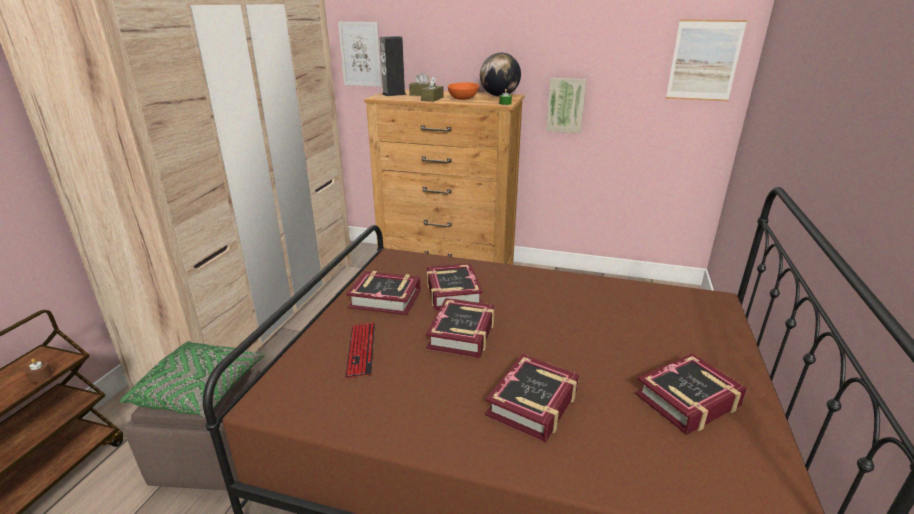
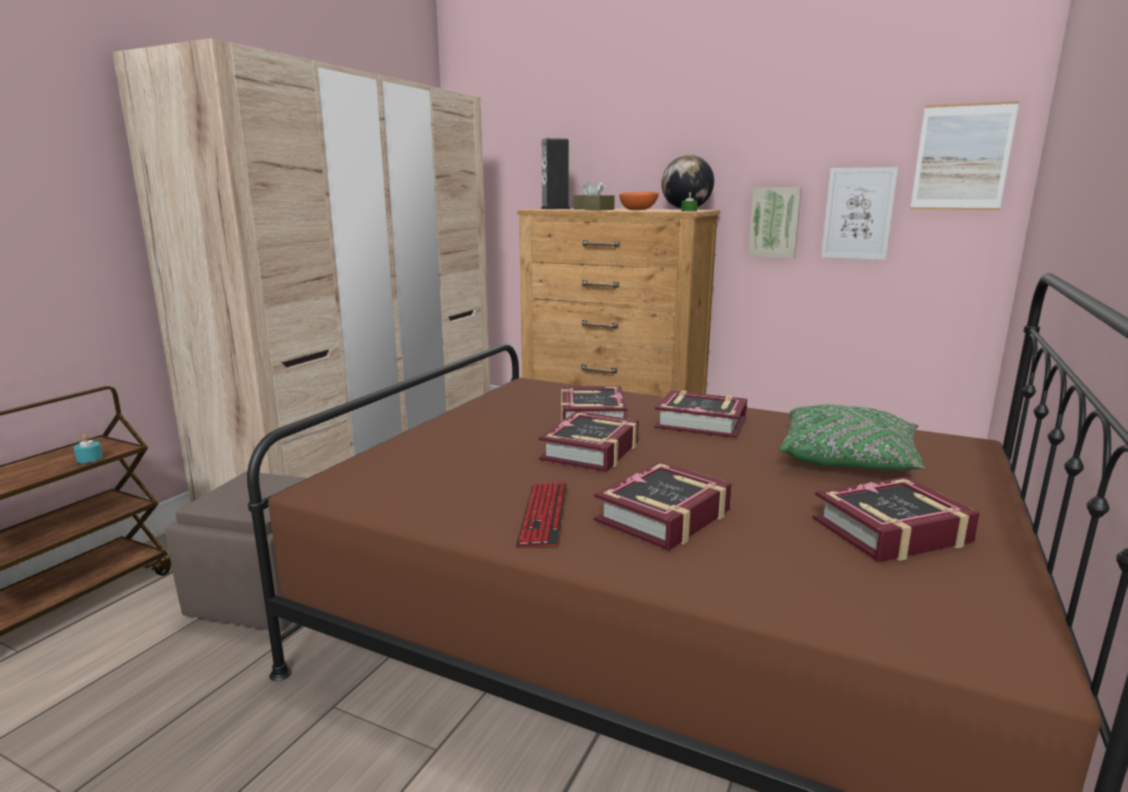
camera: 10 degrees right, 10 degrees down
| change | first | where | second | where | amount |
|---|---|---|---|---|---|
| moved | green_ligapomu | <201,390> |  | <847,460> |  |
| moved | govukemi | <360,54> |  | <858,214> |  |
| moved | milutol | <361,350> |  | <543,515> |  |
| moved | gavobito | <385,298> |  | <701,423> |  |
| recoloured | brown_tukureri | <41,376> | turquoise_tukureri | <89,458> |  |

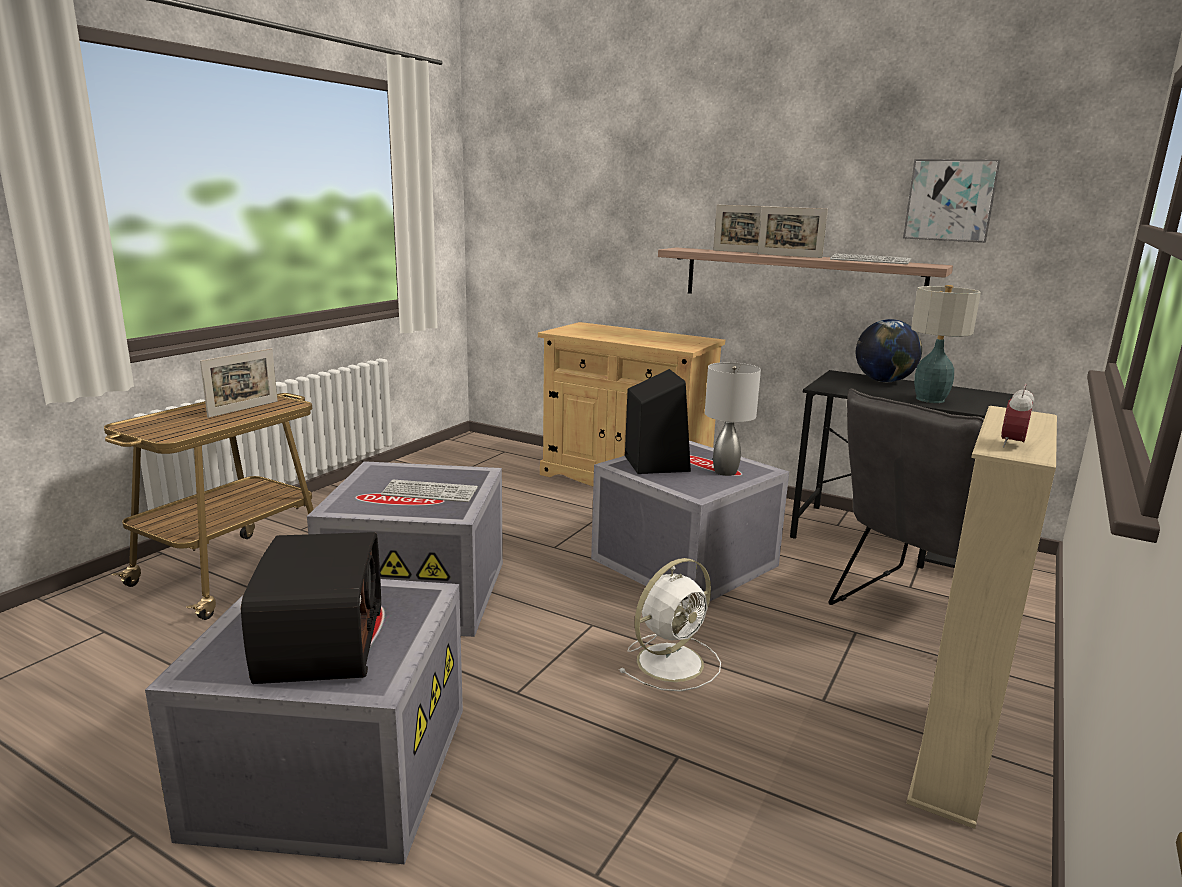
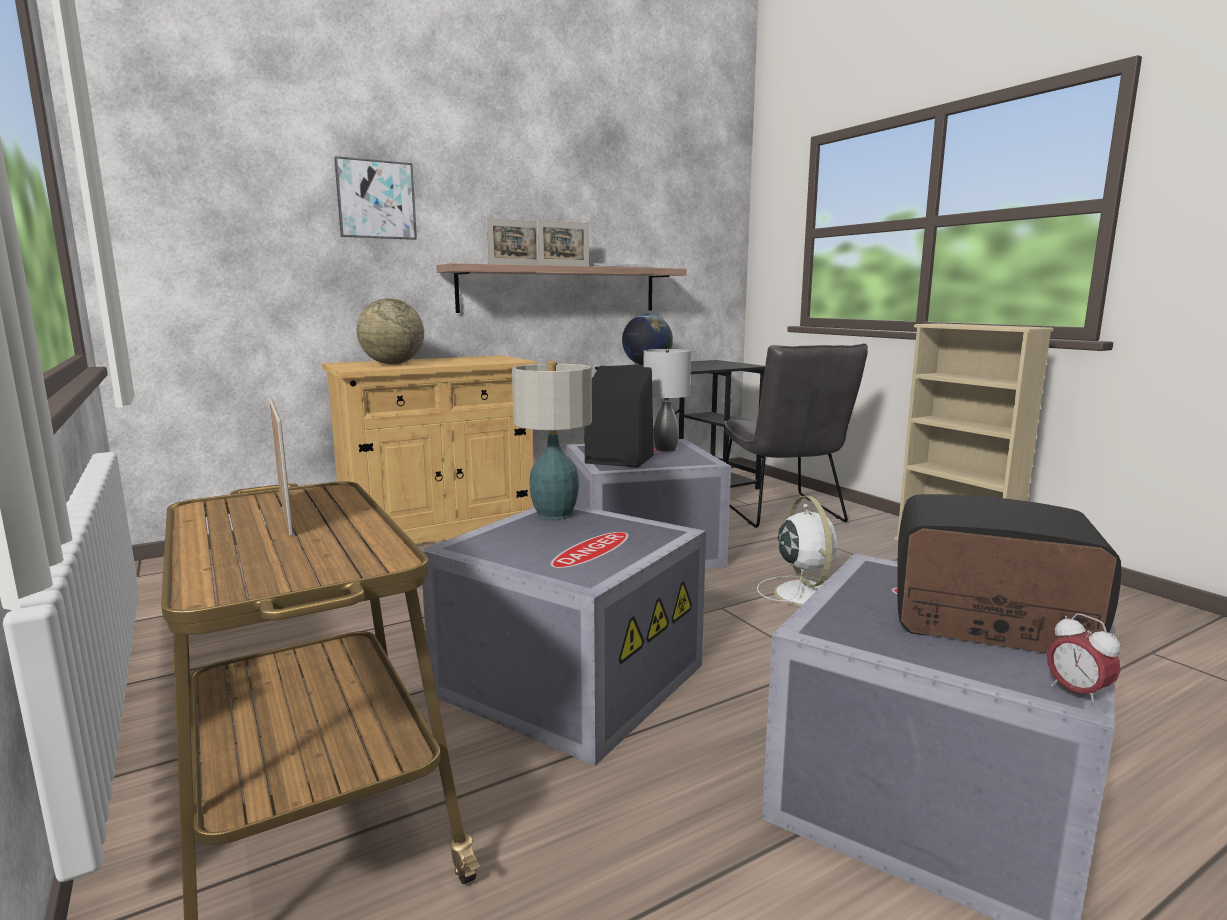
camera: 60 degrees left, 5 degrees down
| change | first | where | second | where | amount |
|---|---|---|---|---|---|
| removed | milutol | <429,493> |  |  |  |
| added |  |  | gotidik | <392,364> |  |
| moved | govukemi | <950,200> |  | <376,200> |  |
| moved | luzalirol | <930,399> |  | <554,514> |  |
| moved | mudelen | <1012,444> |  | <1077,693> |  |

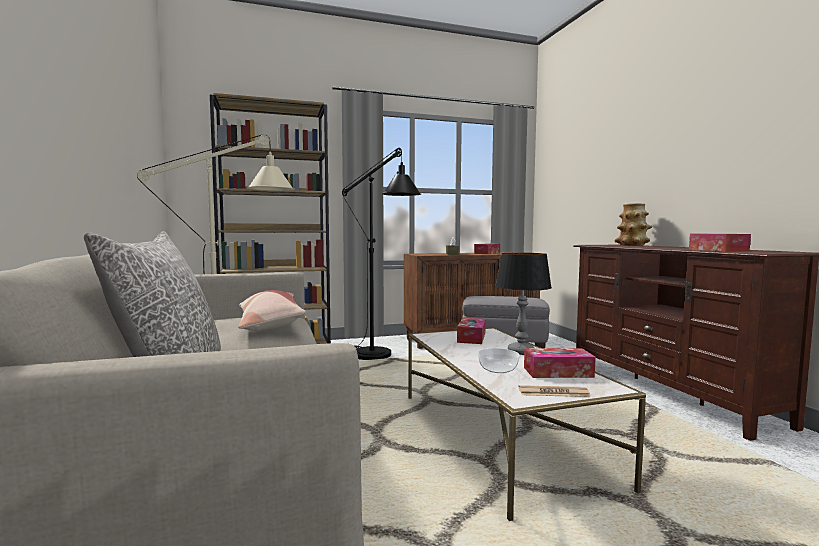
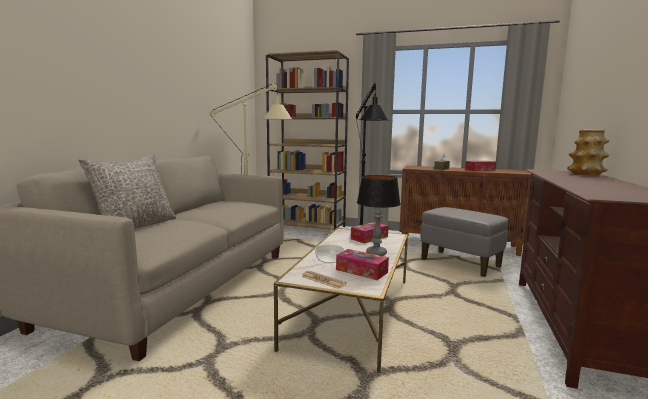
camera: 35 degrees right, 5 degrees up
| change | first | where | second | where | amount |
|---|---|---|---|---|---|
| removed | ligapomu | <269,323> |  |  |  |
| removed | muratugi | <717,250> |  |  |  |

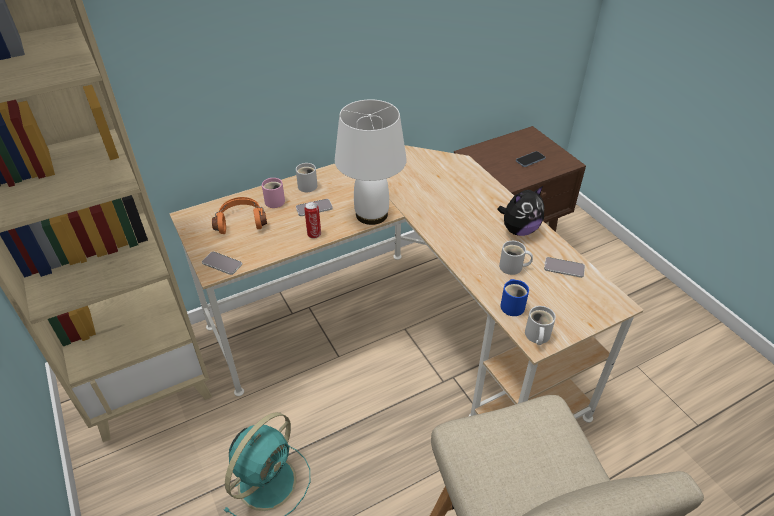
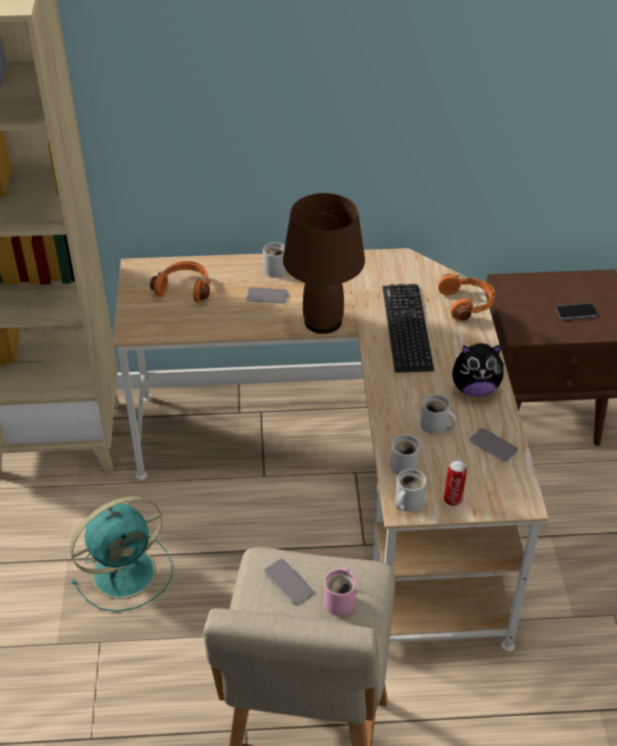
camera: 25 degrees right, 0 degrees up
| change | first | where | second | where | amount |
|---|---|---|---|---|---|
| added |  |  | milutol | <407,328> |  |
| added |  |  | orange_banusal | <467,304> |  |
| moved | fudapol | <222,263> |  | <287,581> |  |
| moved | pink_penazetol | <275,200> |  | <341,600> |  |
| moved | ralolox | <314,234> |  | <453,499> |  |
| recoloured | white_luzalirol | <370,214> | brown_luzalirol | <322,321> |  |
| recoloured | blue_penazetol | <513,305> | white_penazetol | <405,464> |  |

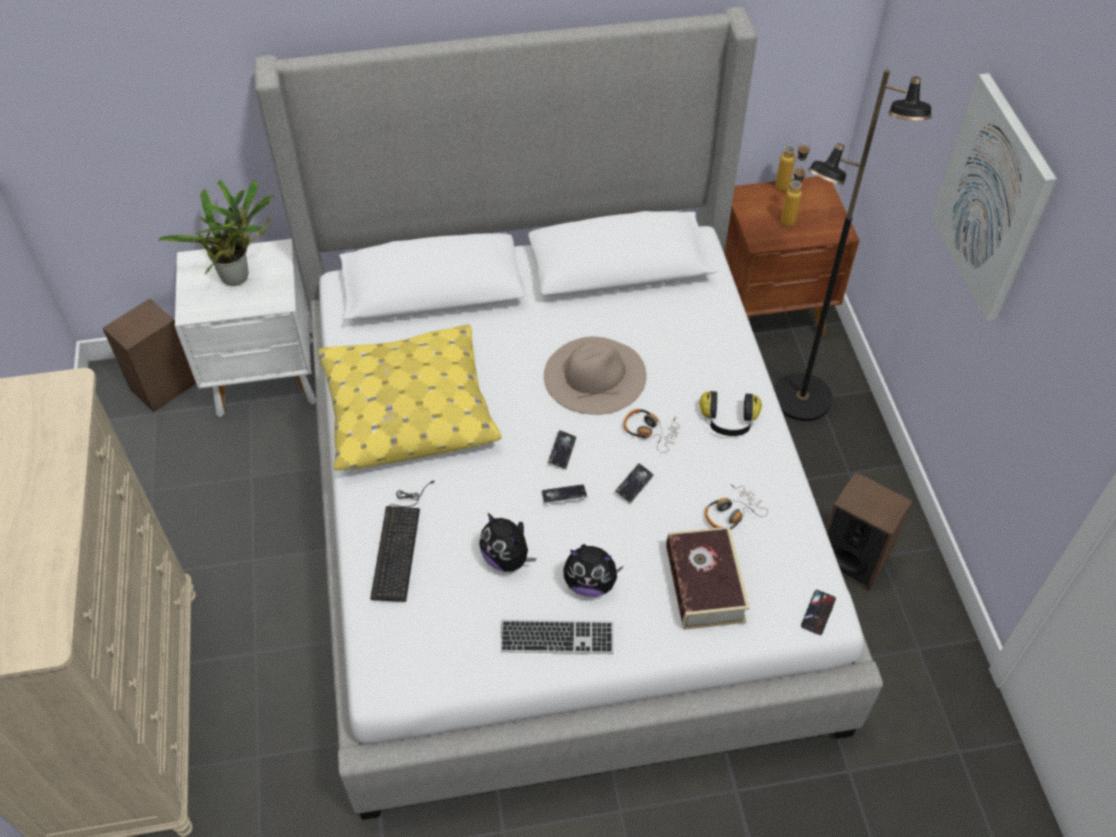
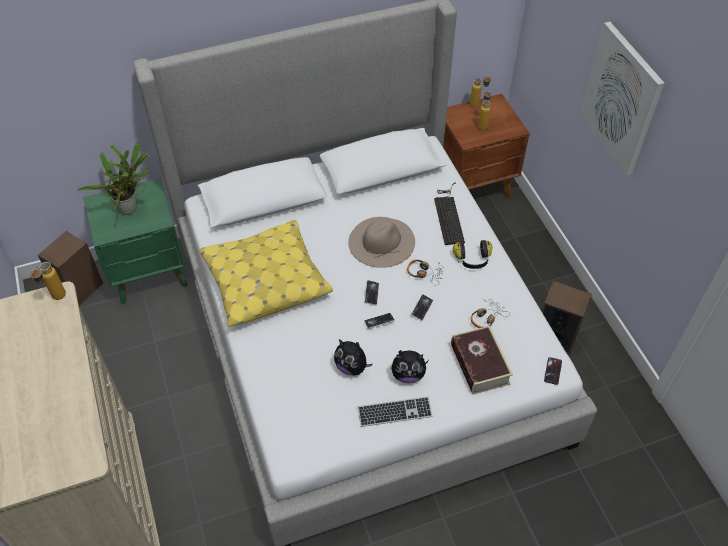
camera: 10 degrees left, 0 degrees up
| change | first | where | second | where | amount |
|---|---|---|---|---|---|
| removed | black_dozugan | <801,399> |  |  |  |
| added |  |  | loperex | <55,299> |  |
| moved | milutol | <400,541> |  | <448,214> |  |
| recoloured | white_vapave | <267,378> | green_vapave | <150,274> |  |

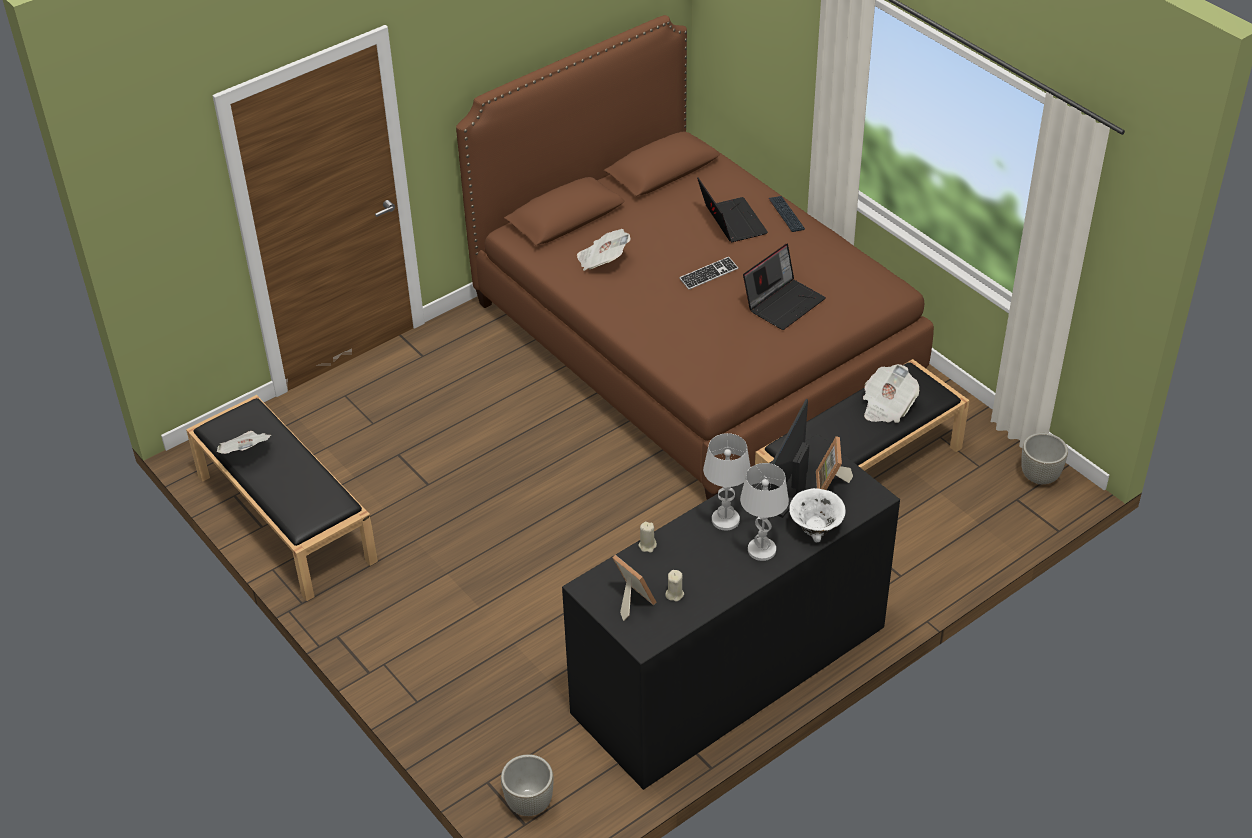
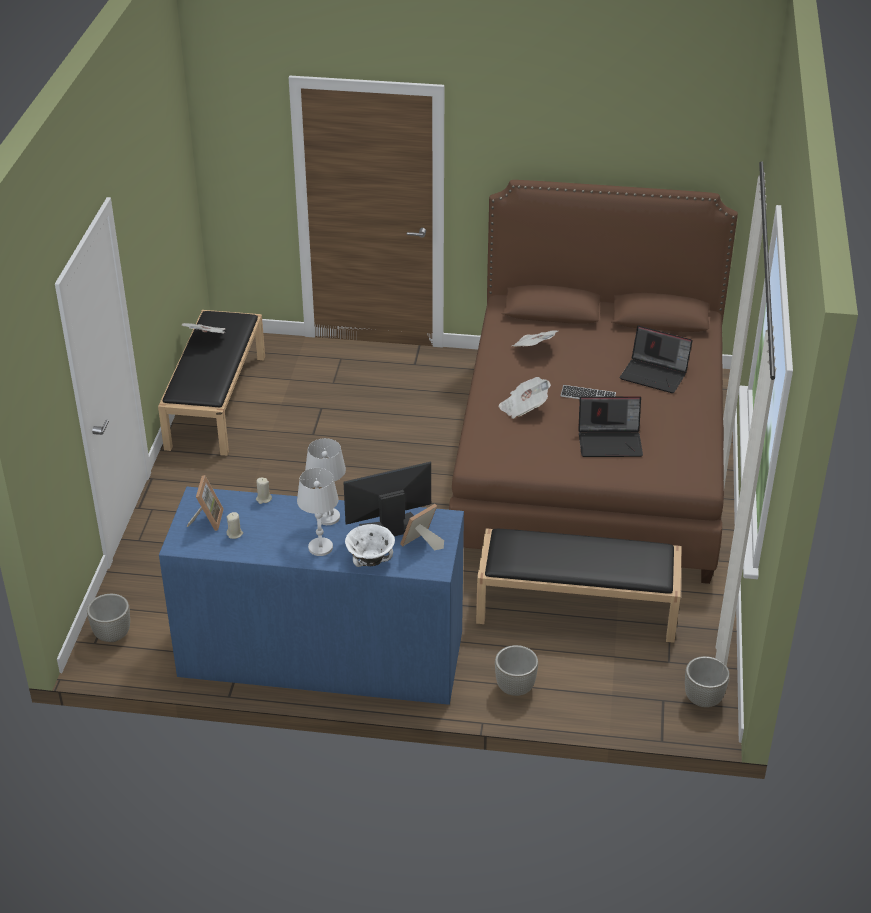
camera: 45 degrees right, 5 degrees down
| change | first | where | second | where | amount |
|---|---|---|---|---|---|
| removed | milutol | <786,214> |  |  |  |
| added |  |  | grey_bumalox | <515,687> |  |
| moved | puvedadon | <887,406> |  | <523,408> |  |
| recoloured | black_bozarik | <729,669> | blue_bozarik | <321,654> |  |
| turned | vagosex | <730,221> |  | <655,374> | 90 degrees clockwise |

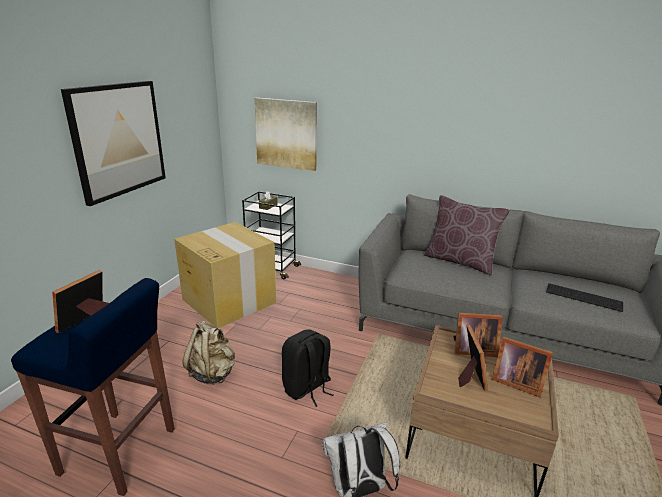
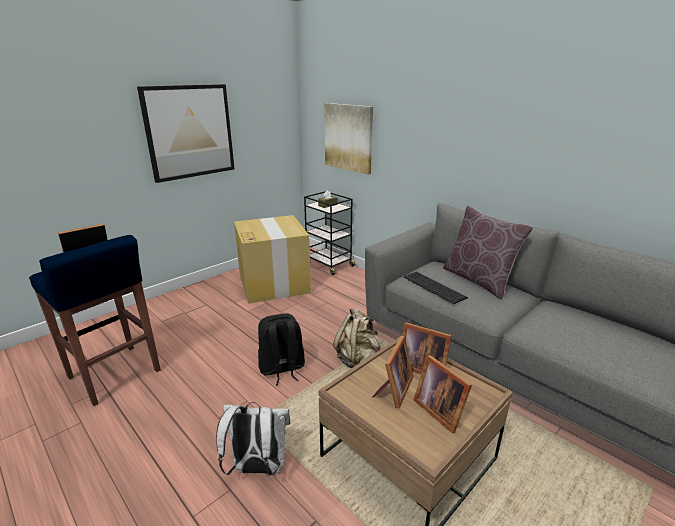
camera: 25 degrees right, 0 degrees up
| change | first | where | second | where | amount |
|---|---|---|---|---|---|
| moved | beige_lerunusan | <212,373> |  | <358,360> |  |
| moved | milutol | <584,298> |  | <433,288> |  |

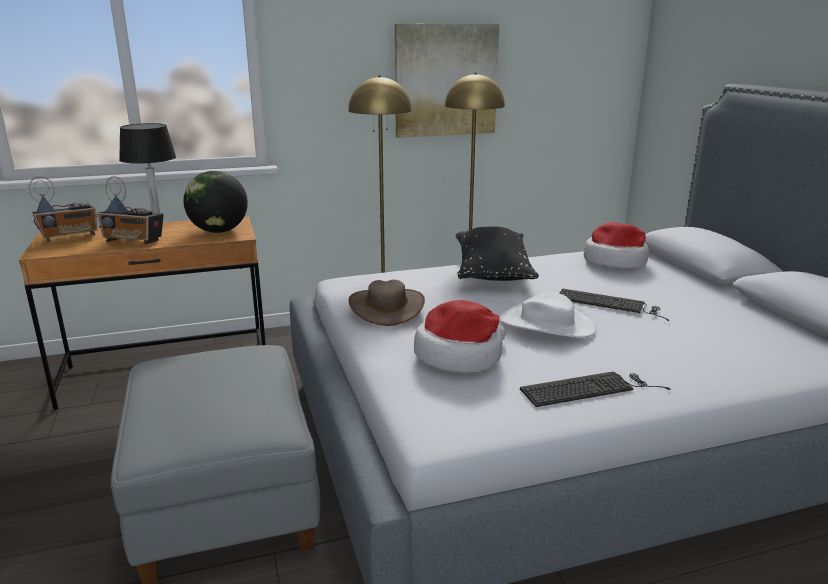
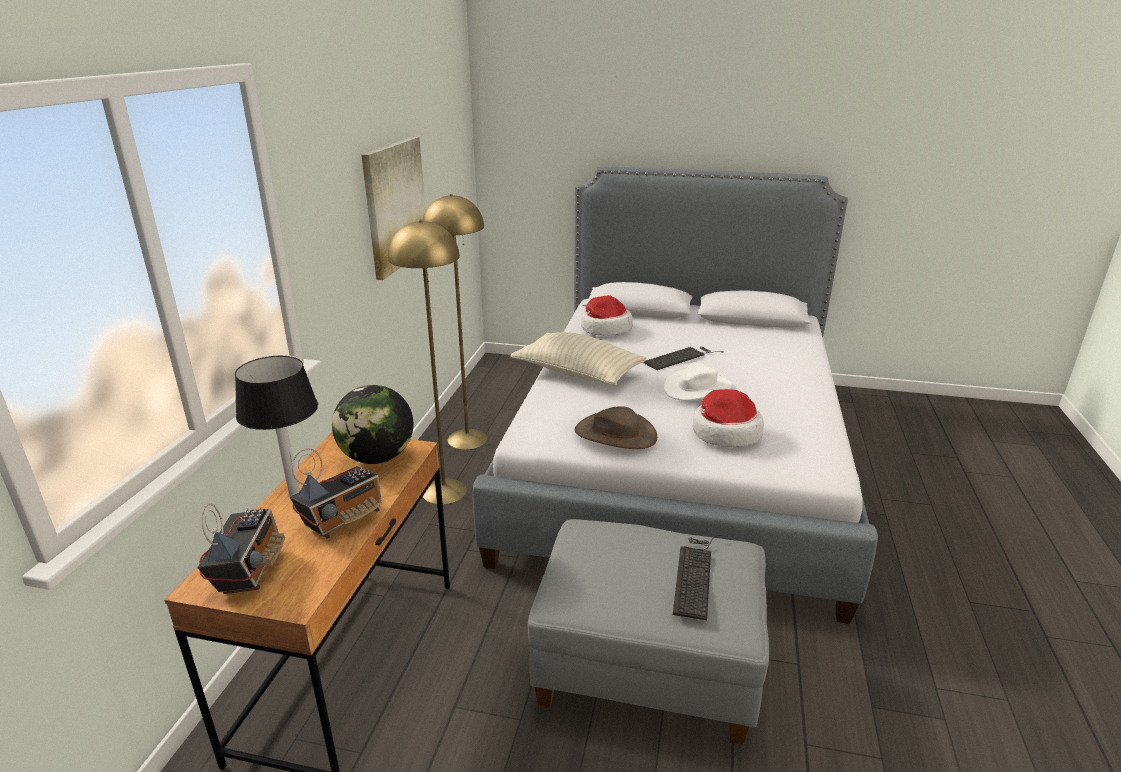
camera: 60 degrees left, 5 degrees up
| change | first | where | second | where | amount |
|---|---|---|---|---|---|
| moved | milutol | <590,389> |  | <695,574> |  |
| recoloured | black_ligapomu | <492,272> | beige_ligapomu | <578,373> |  |

